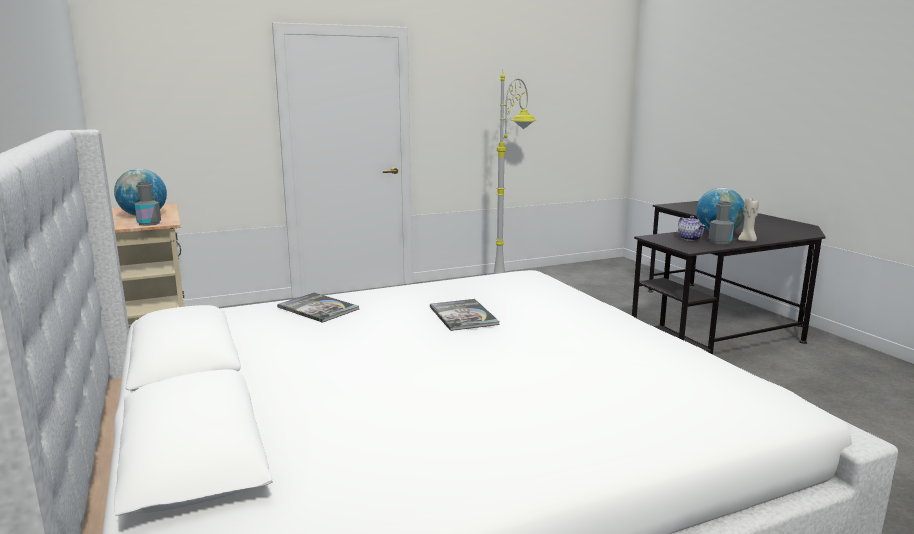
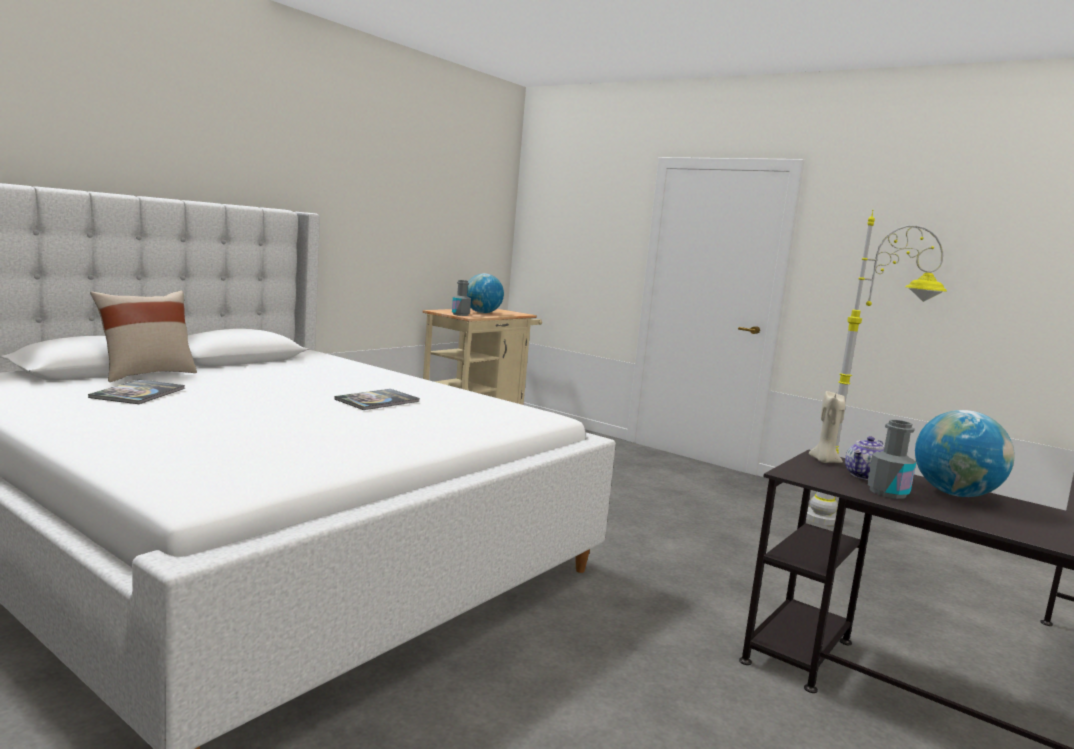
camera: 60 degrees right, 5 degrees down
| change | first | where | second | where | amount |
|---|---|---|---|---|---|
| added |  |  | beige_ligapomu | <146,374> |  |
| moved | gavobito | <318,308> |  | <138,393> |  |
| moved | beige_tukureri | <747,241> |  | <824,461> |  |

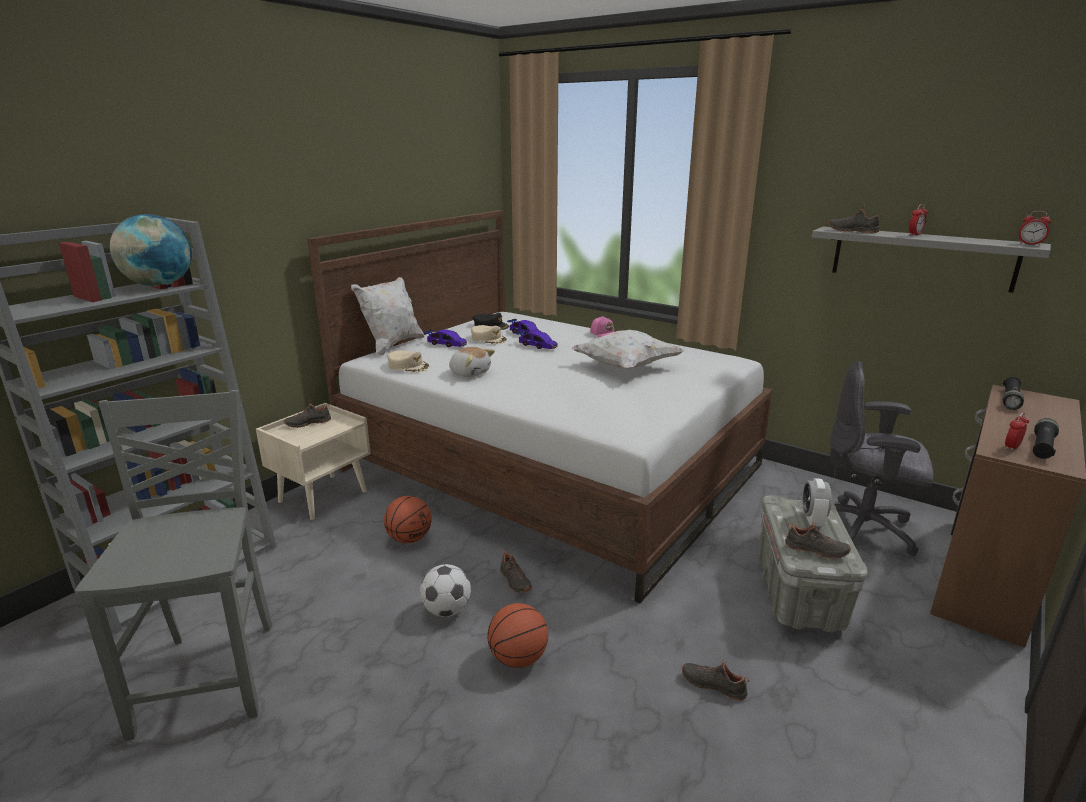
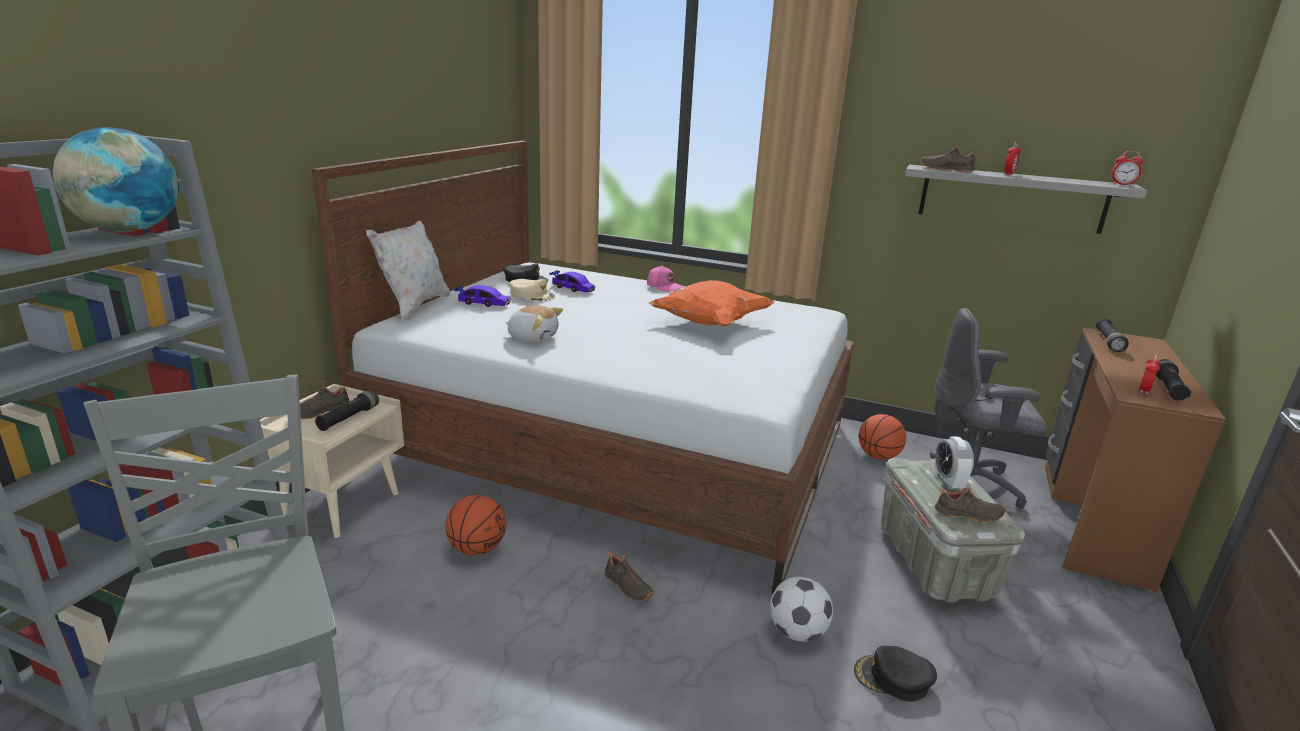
camera: 15 degrees left, 0 degrees up
| change | first | where | second | where | amount |
|---|---|---|---|---|---|
| removed | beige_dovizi | <408,366> |  |  |  |
| removed | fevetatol | <537,345> |  |  |  |
| added |  |  | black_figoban | <349,418> |  |
| moved | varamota | <446,610> |  | <797,632> |  |
| moved | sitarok | <518,658> |  | <878,456> |  |
| replaced | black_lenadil | <713,684> | black_dovizi | <893,678> |  |
| recoloured | white_ligapomu | <626,367> | orange_ligapomu | <710,323> |  |

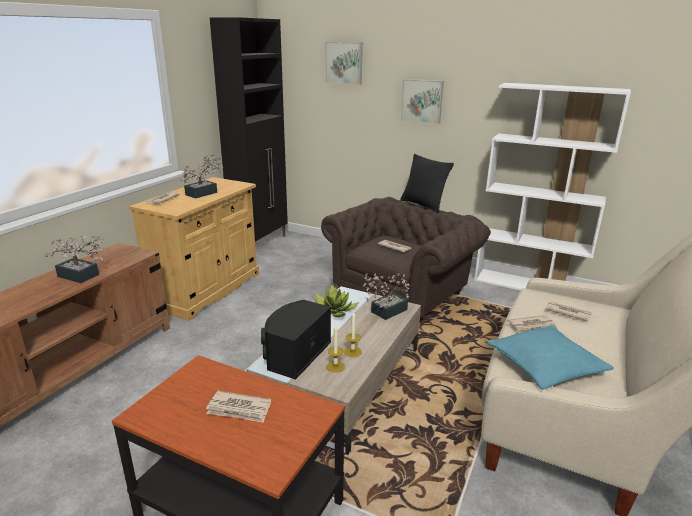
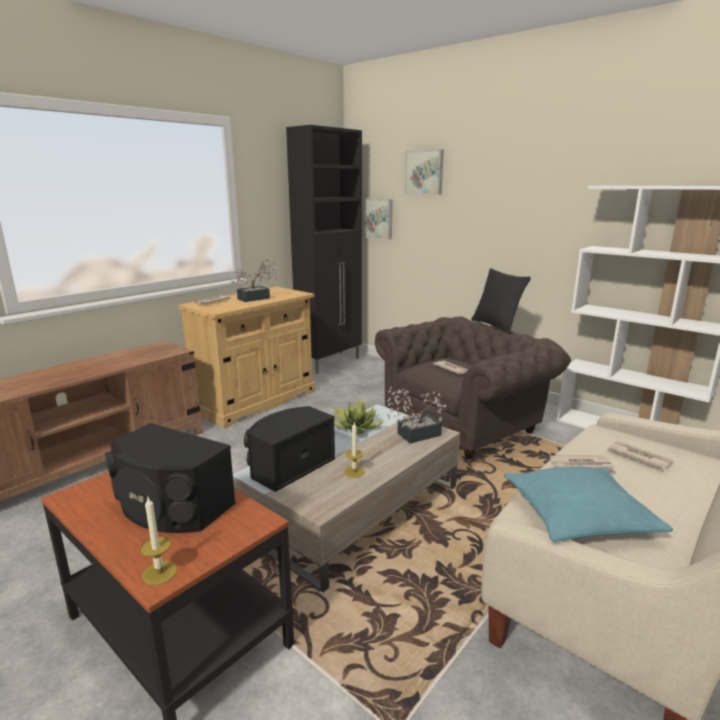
camera: 15 degrees right, 5 degrees down
| change | first | where | second | where | amount |
|---|---|---|---|---|---|
| removed | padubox | <81,276> |  |  |  |
| moved | tukureri | <335,366> |  | <159,573> |  |
| moved | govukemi | <422,101> |  | <377,218> |  |
| replaced | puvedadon | <239,409> | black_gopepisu | <170,507> |  |

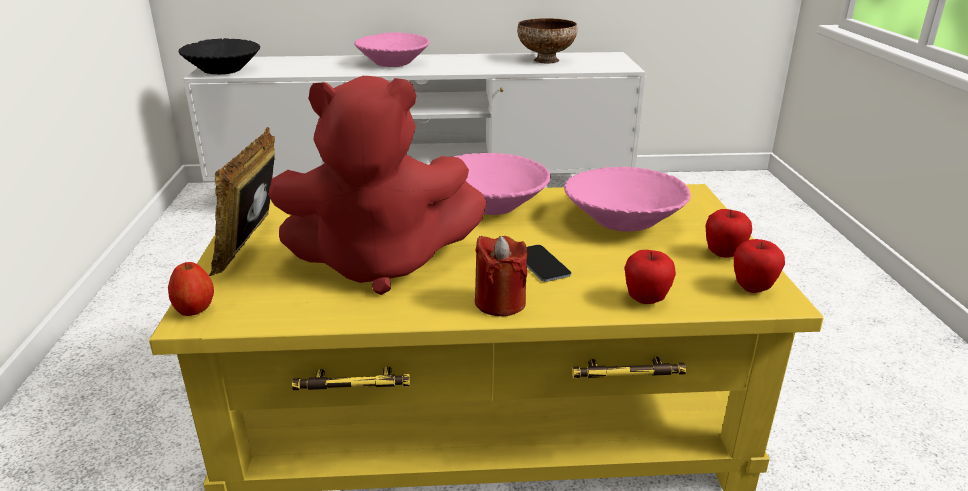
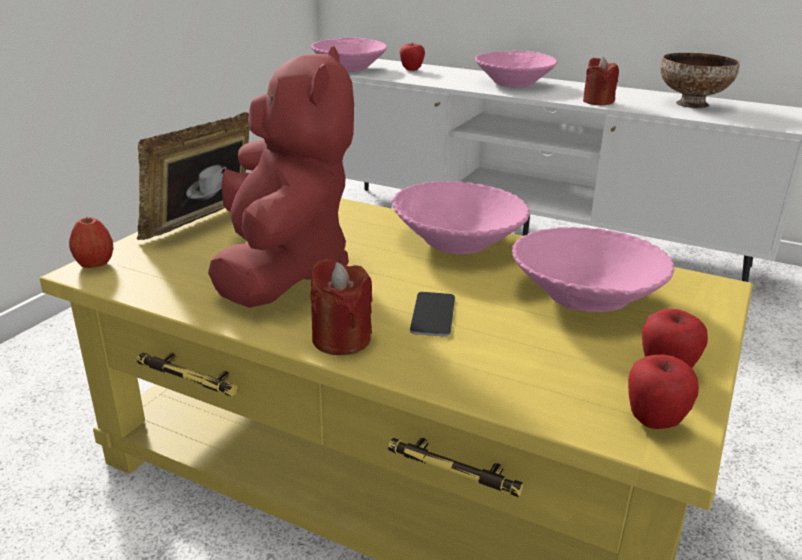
camera: 30 degrees right, 0 degrees up
| change | first | where | second | where | amount |
|---|---|---|---|---|---|
| added |  |  | red_tukureri | <598,102> |  |
| moved | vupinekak | <646,300> |  | <411,70> |  |
| recoloured | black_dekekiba | <223,70> | pink_dekekiba | <349,68> |  |
| turned | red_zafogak | <380,264> |  | <282,270> | 120 degrees counterclockwise |

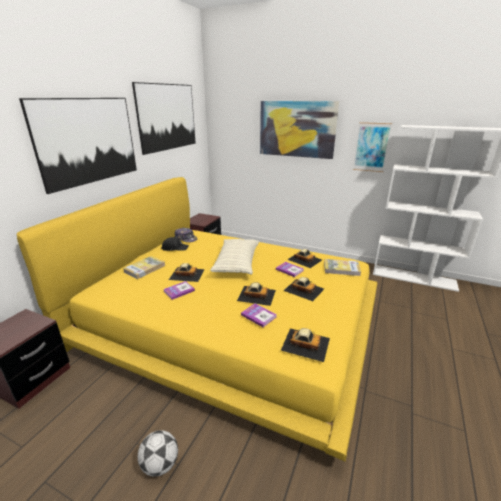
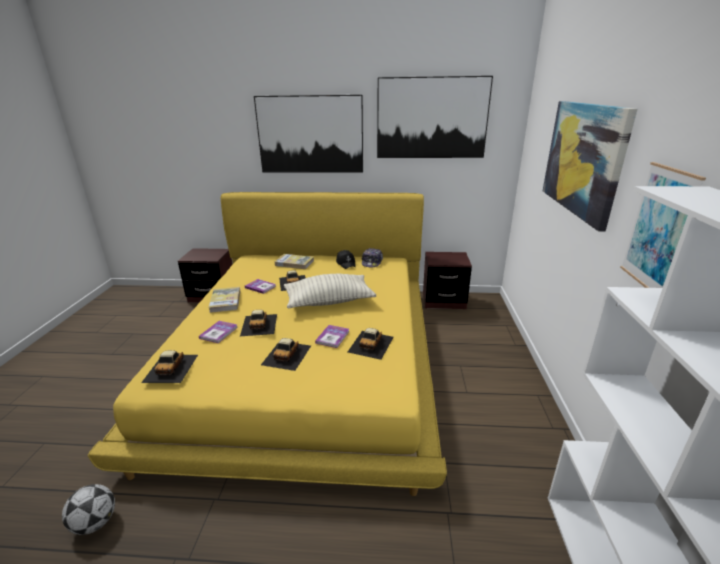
camera: 70 degrees right, 0 degrees up
| change | first | where | second | where | amount |
|---|---|---|---|---|---|
| moved | varamota | <160,464> |  | <95,523> |  |
| moved | gavobito | <341,269> |  | <225,301> |  |

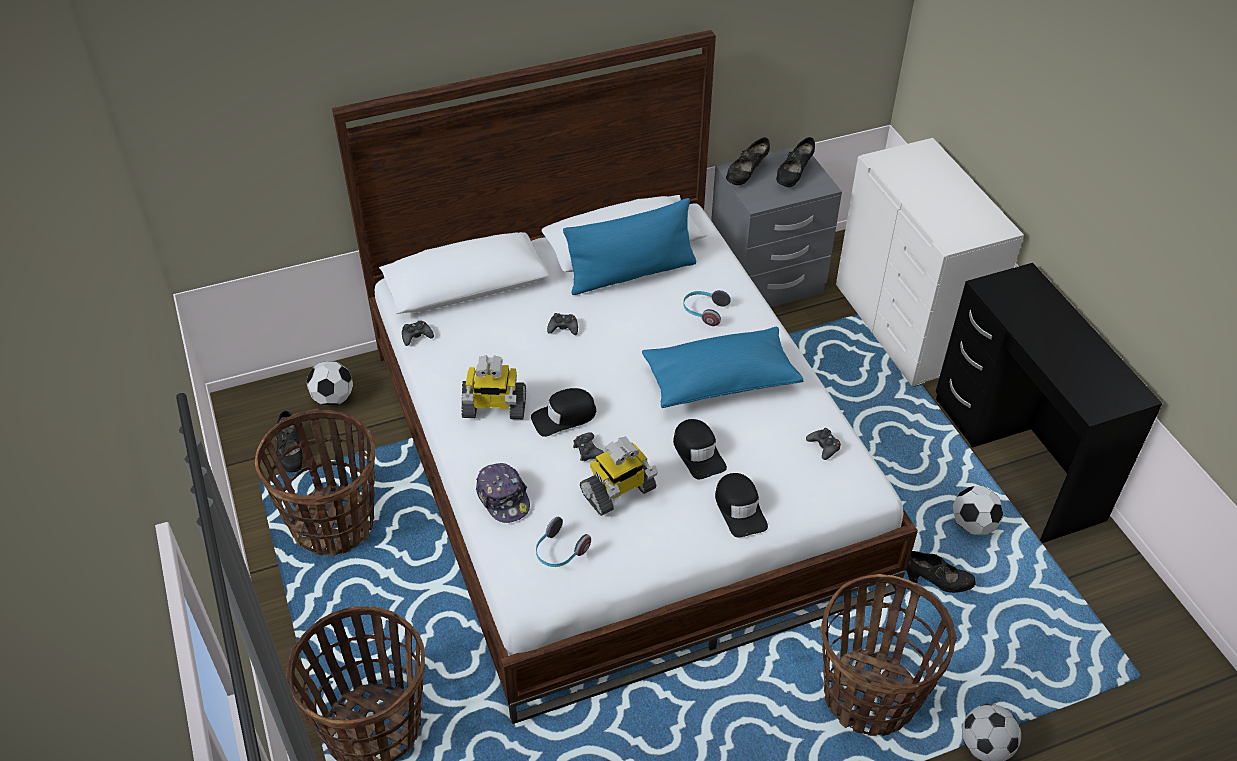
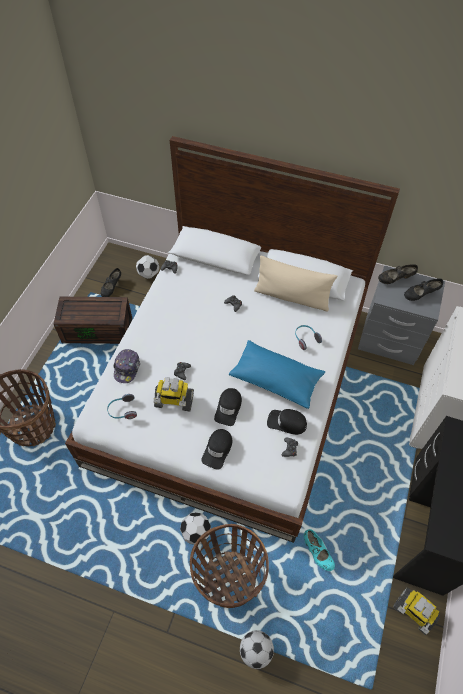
camera: 40 degrees right, 10 degrees up
| change | first | where | second | where | amount |
|---|---|---|---|---|---|
| moved | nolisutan | <494,408> |  | <413,612> |  |
| moved | black_dovizi | <564,417> |  | <286,423> |  |
| moved | varamota | <972,525> |  | <196,532> |  |
| replaced | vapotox | <333,523> | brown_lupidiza | <98,329> |  |
| recoloured | blue_ligapomu | <631,273> | beige_ligapomu | <292,297> |  |
| recoloured | black_lenadil | <936,582> | turquoise_lenadil | <317,553> |  |

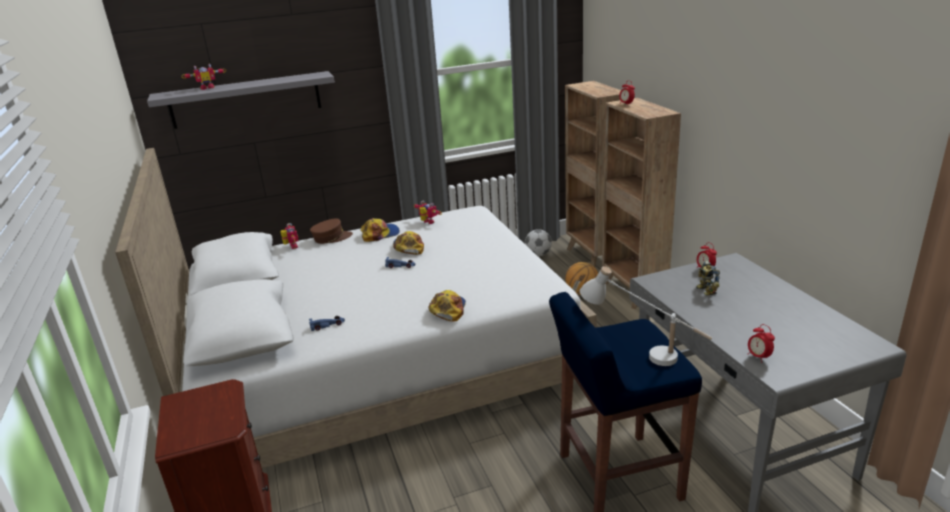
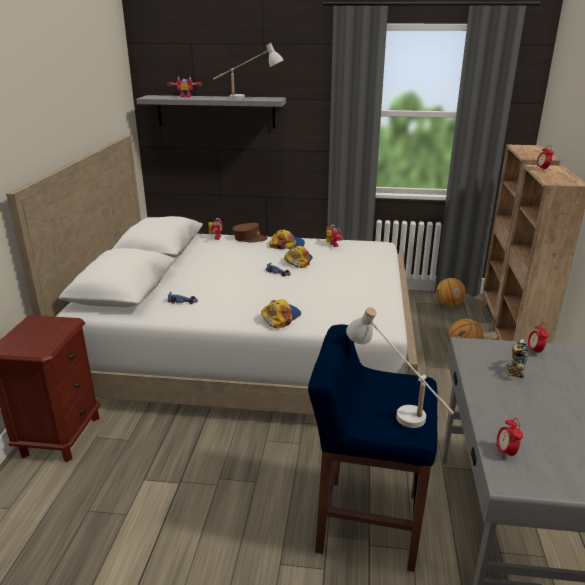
camera: 25 degrees right, 0 degrees up
| change | first | where | second | where | amount |
|---|---|---|---|---|---|
| added |  |  | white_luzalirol | <248,98> |  |
| replaced | varamota | <538,255> | sitarok | <448,304> |  |

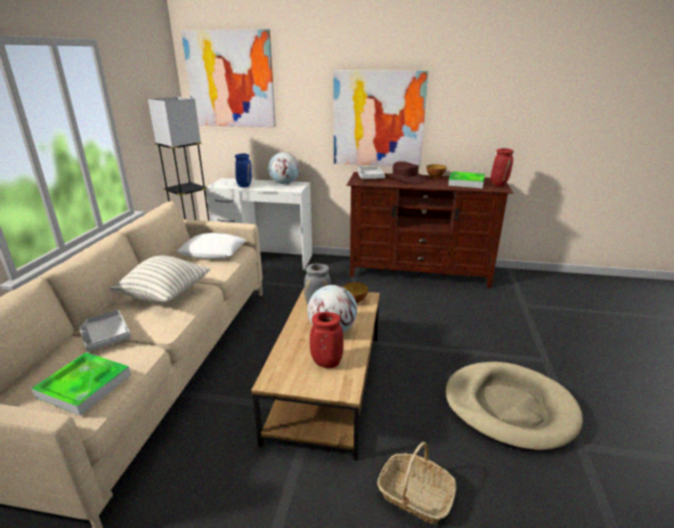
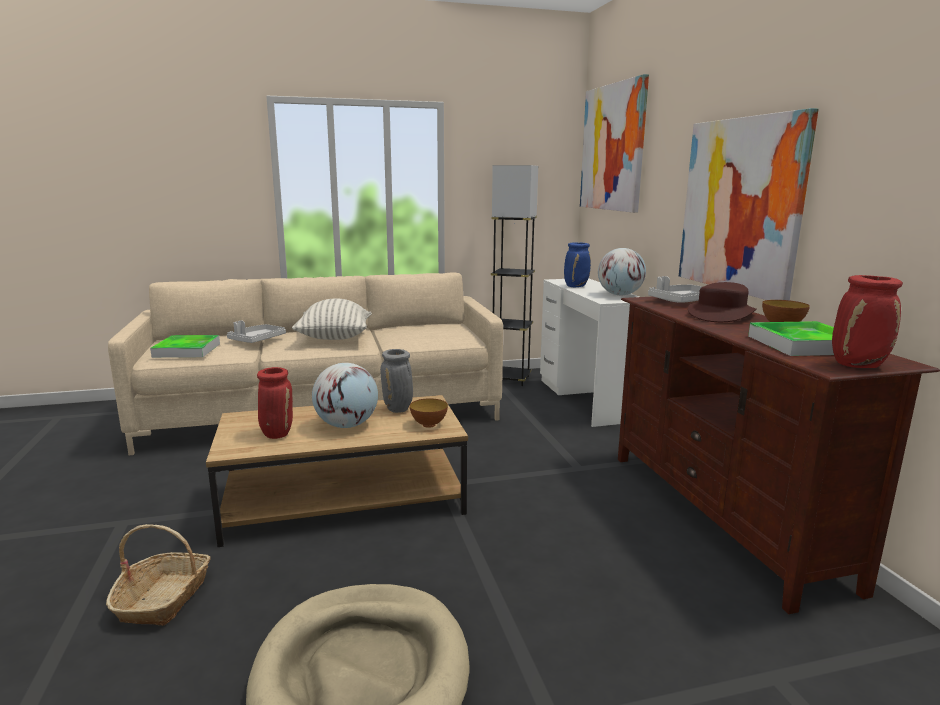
camera: 65 degrees right, 10 degrees down
| change | first | where | second | where | amount |
|---|---|---|---|---|---|
| removed | white_ligapomu | <213,251> |  |  |  |

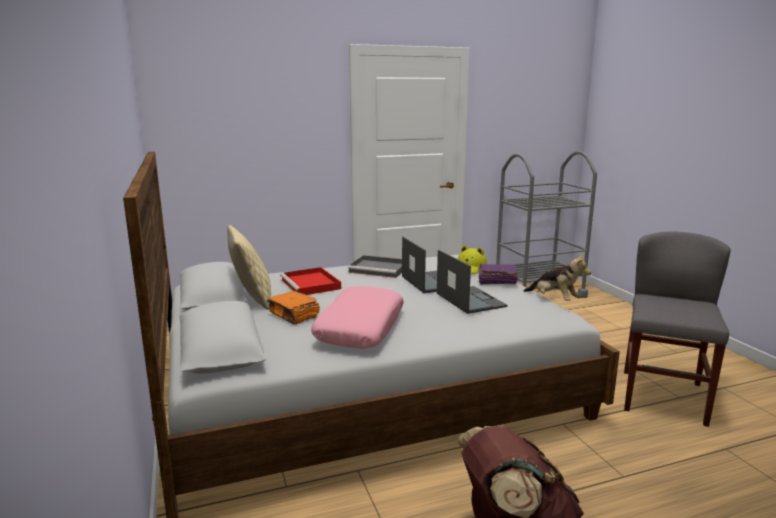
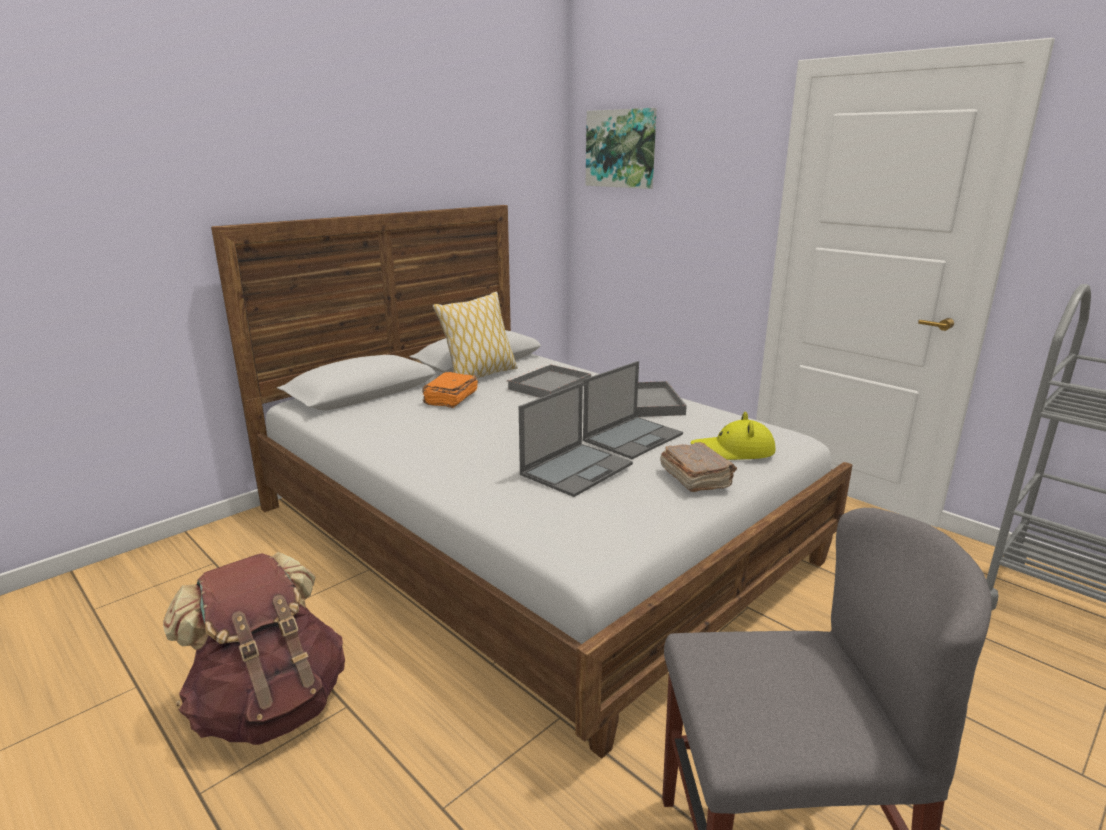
camera: 65 degrees right, 5 degrees up
| change | first | where | second | where | amount |
|---|---|---|---|---|---|
| removed | pink_ligapomu | <360,328> |  |  |  |
| removed | zafogak | <555,300> |  |  |  |
| added |  |  | govukemi | <621,149> |  |
| recoloured | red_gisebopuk | <311,284> | grey_gisebopuk | <549,386> |  |
| recoloured | purple_gavobito | <496,281> | brown_gavobito | <695,478> |  |

